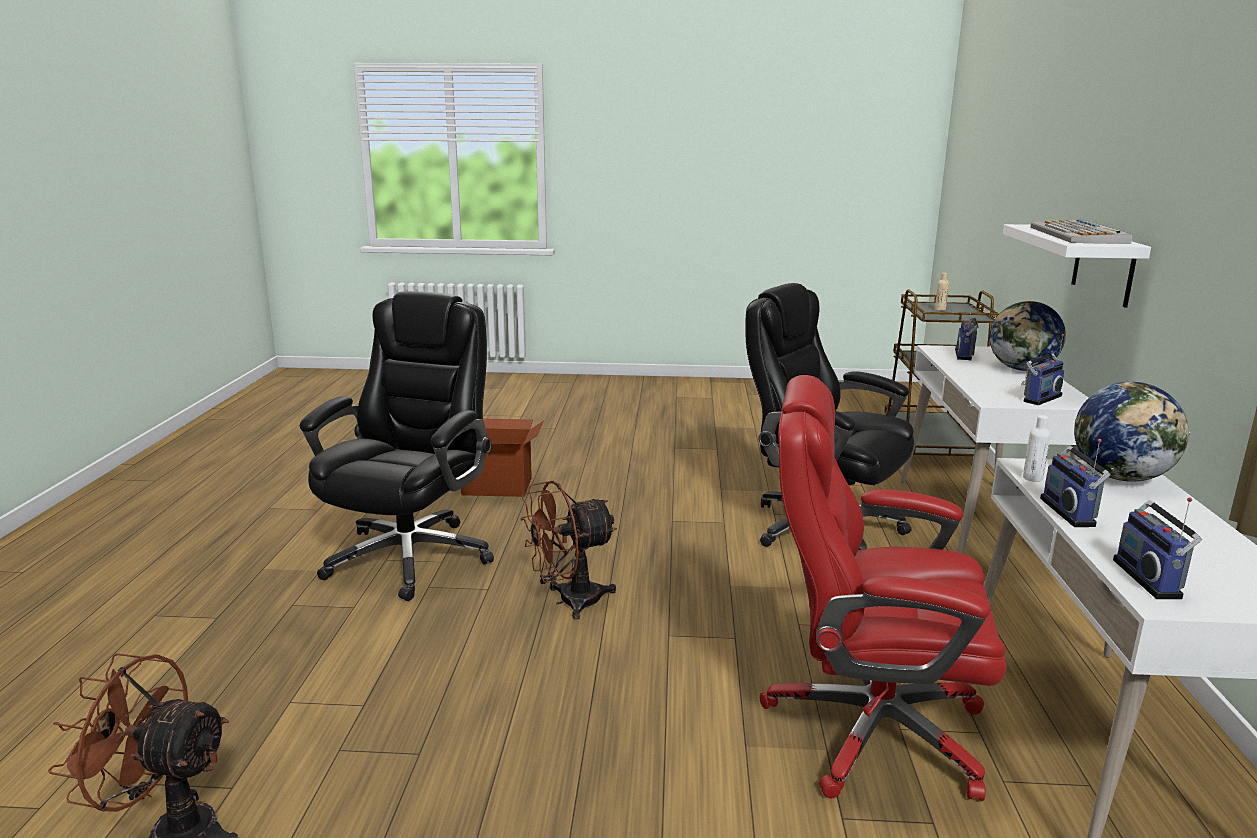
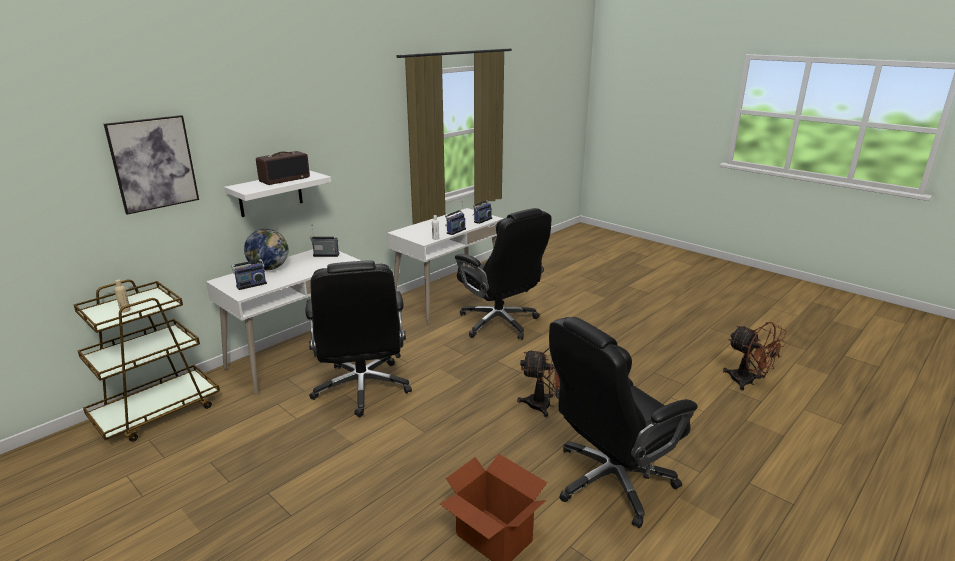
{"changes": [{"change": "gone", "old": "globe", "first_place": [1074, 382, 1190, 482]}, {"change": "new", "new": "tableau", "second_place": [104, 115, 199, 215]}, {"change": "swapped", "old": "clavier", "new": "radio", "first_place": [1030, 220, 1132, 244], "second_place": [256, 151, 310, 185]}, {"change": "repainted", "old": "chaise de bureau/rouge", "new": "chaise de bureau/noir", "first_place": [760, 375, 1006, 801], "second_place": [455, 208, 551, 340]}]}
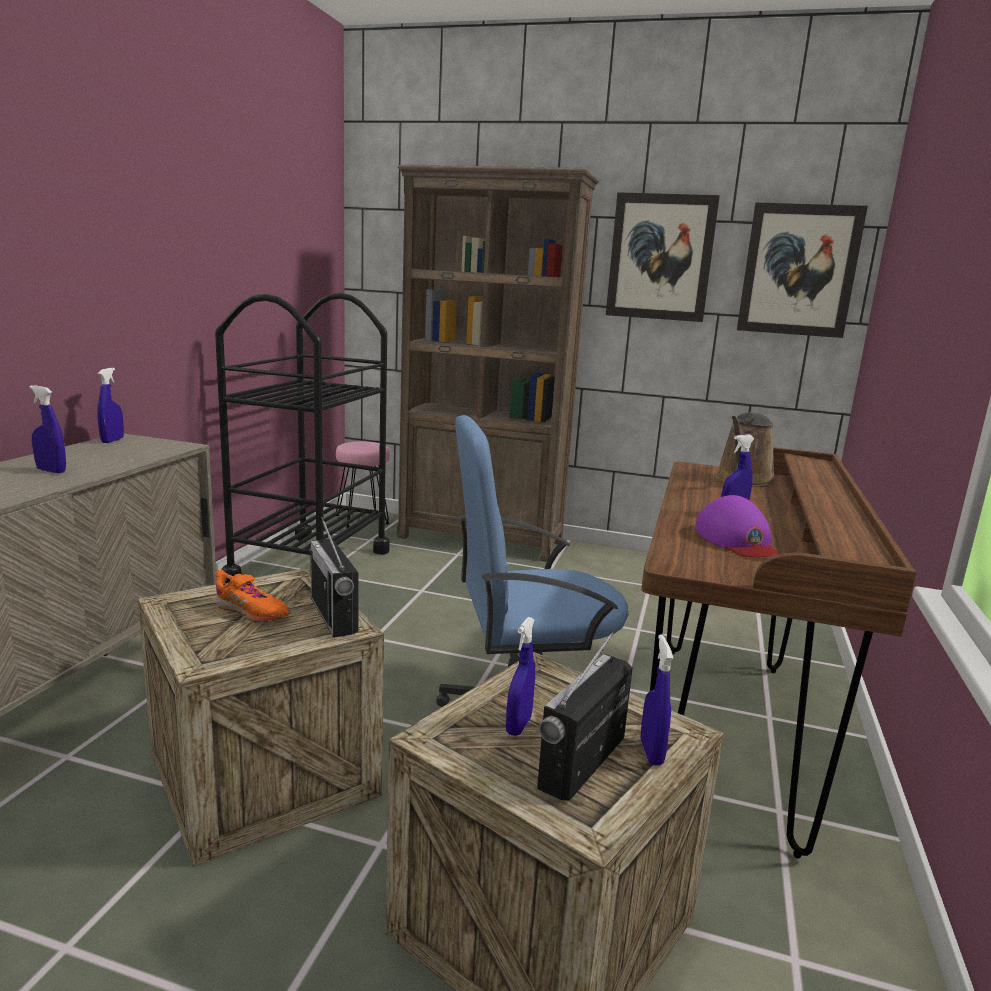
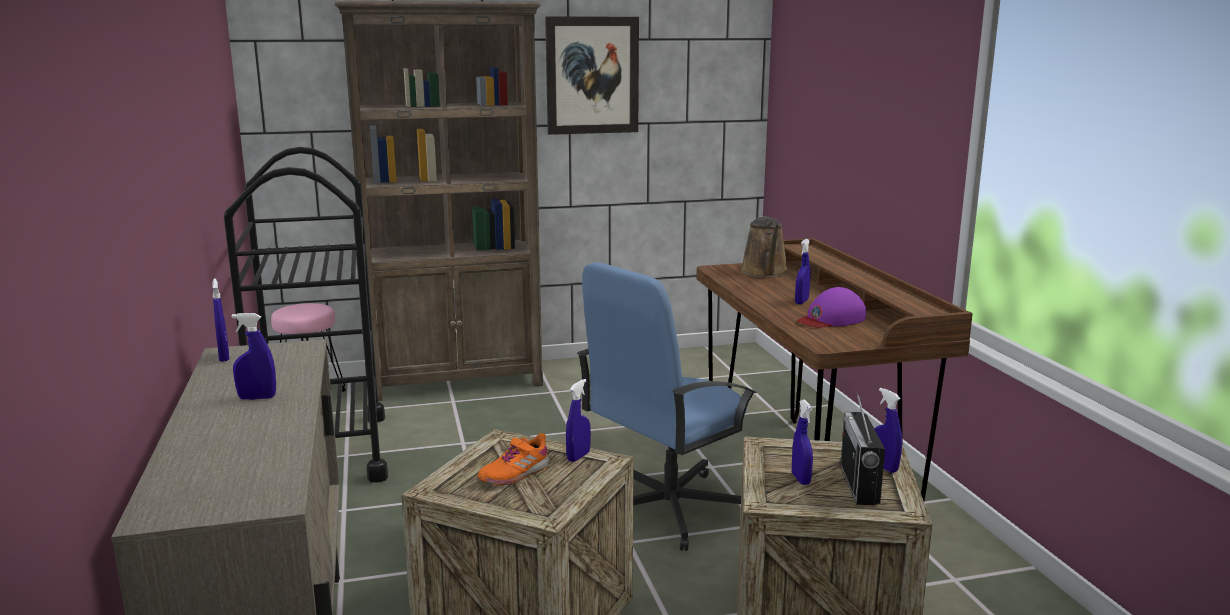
{"changes": [{"change": "gone", "old": "tableau", "first_place": [737, 202, 868, 338]}, {"change": "swapped", "old": "radio", "new": "vaporisateur/bleu", "first_place": [310, 517, 359, 638], "second_place": [566, 379, 591, 462]}, {"change": "rotated", "old": "chaussure/orange", "first_place": [215, 570, 291, 622], "second_place": [477, 433, 550, 486], "degrees": 135}, {"change": "rotated", "old": "casquette/violet", "first_place": [695, 495, 778, 557], "second_place": [797, 287, 866, 328], "degrees": 105}]}
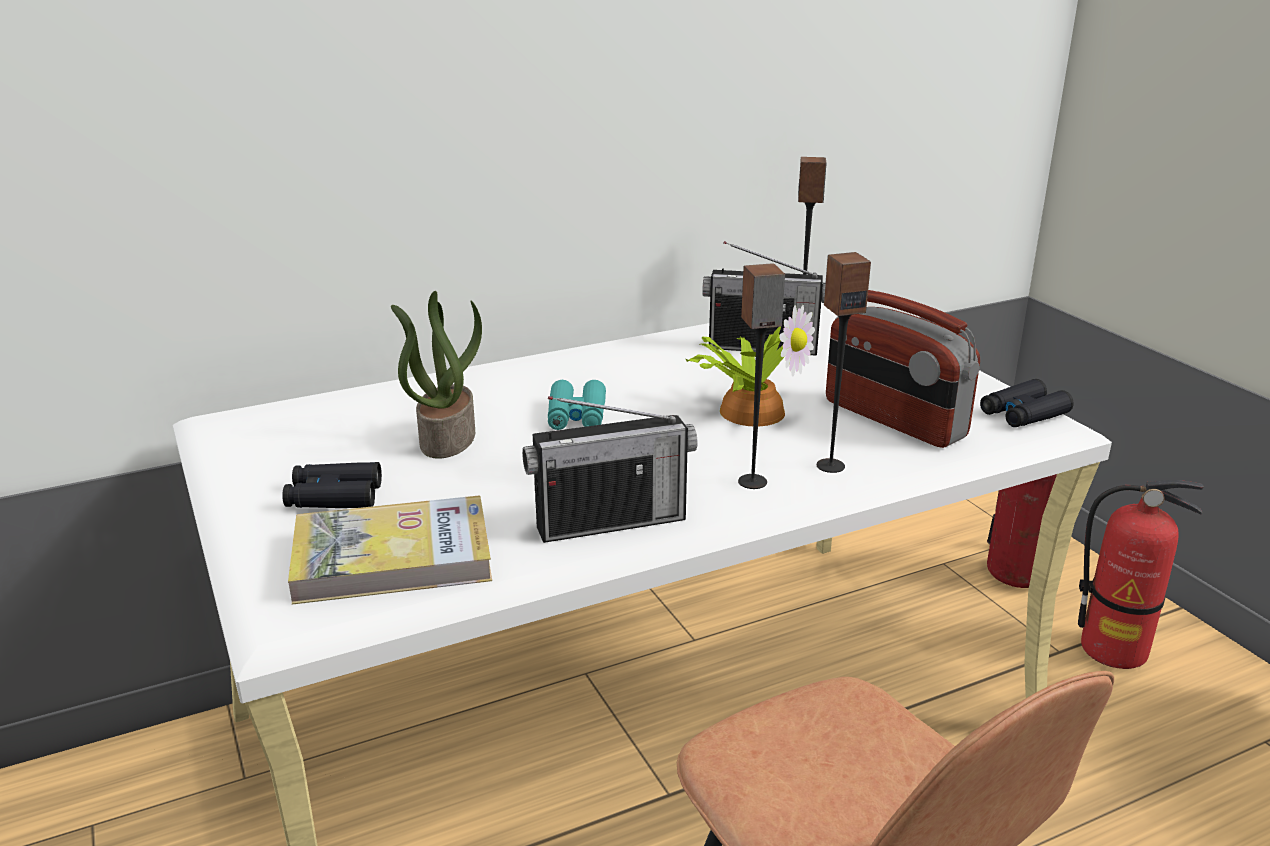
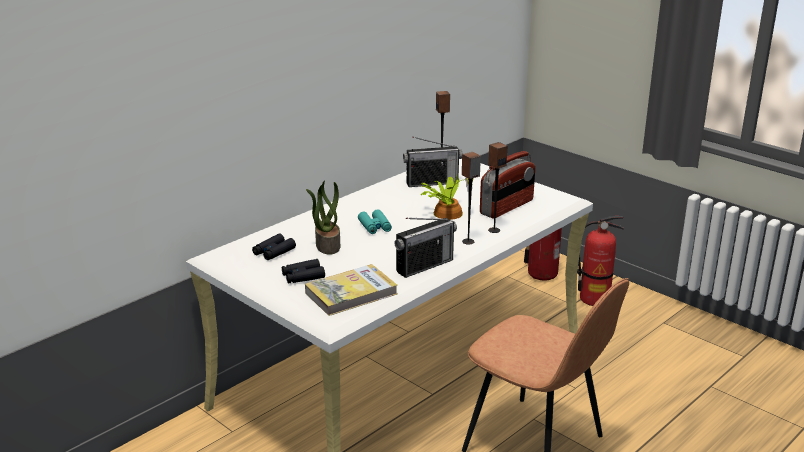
{"changes": [{"change": "shifted", "old": "jumelles/noir", "first_place": [980, 379, 1074, 427], "second_place": [252, 233, 296, 260]}, {"change": "rotated", "old": "radio", "first_place": [826, 290, 980, 448], "second_place": [480, 151, 535, 219], "degrees": -75}]}
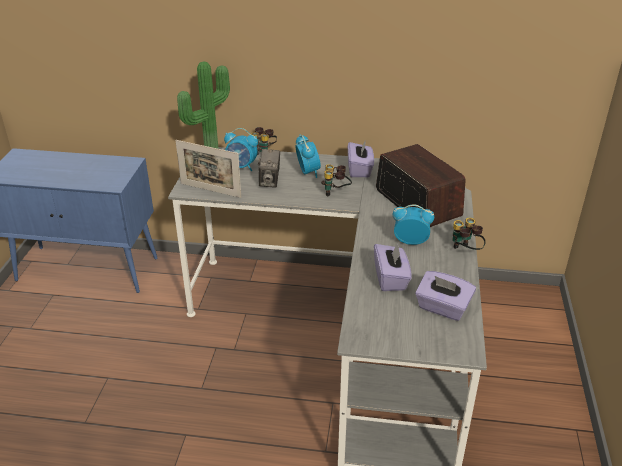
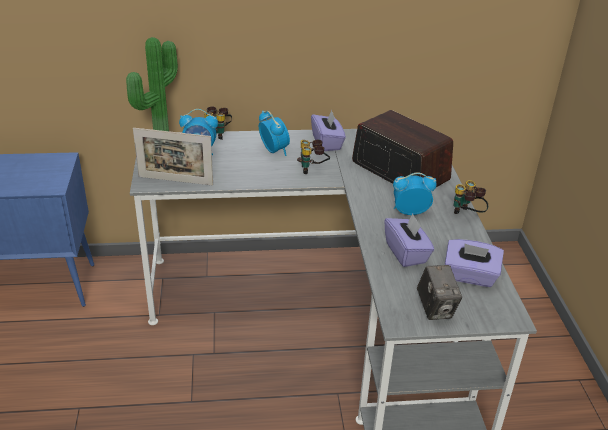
{"changes": [{"change": "shifted", "old": "appareil photo", "first_place": [258, 149, 280, 188], "second_place": [417, 265, 462, 320]}]}
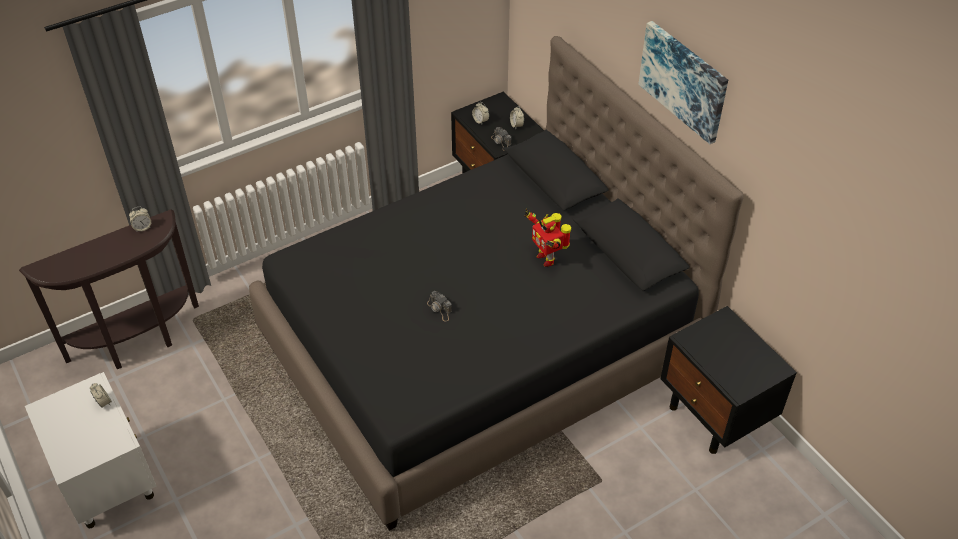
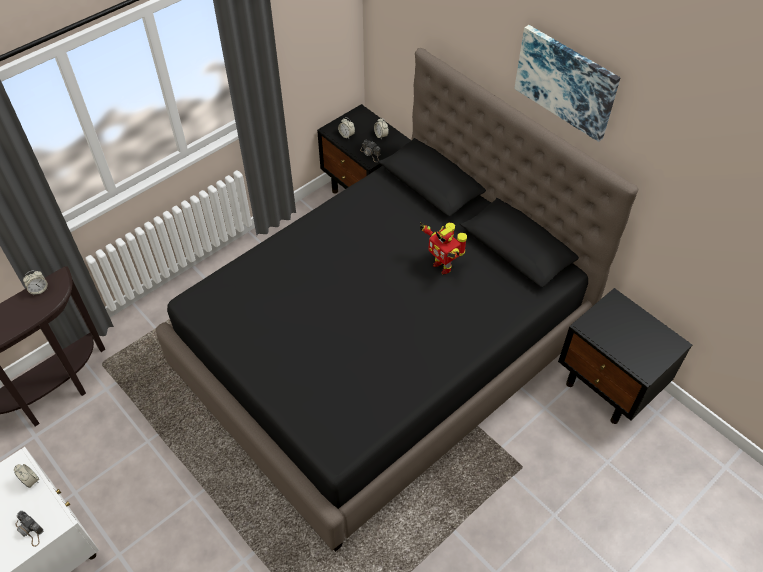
{"changes": [{"change": "shifted", "old": "appareil photo", "first_place": [427, 291, 452, 322], "second_place": [15, 511, 43, 547]}]}
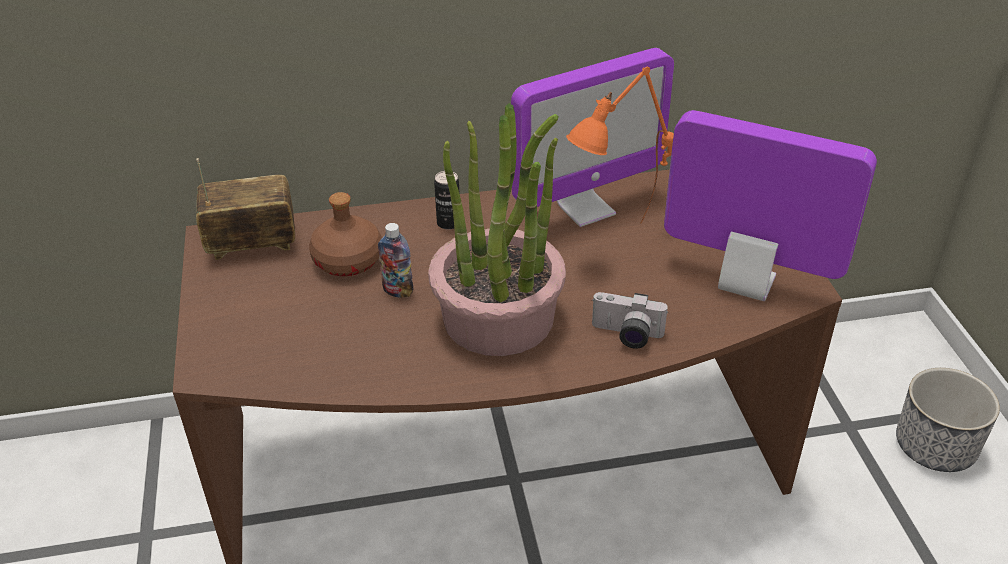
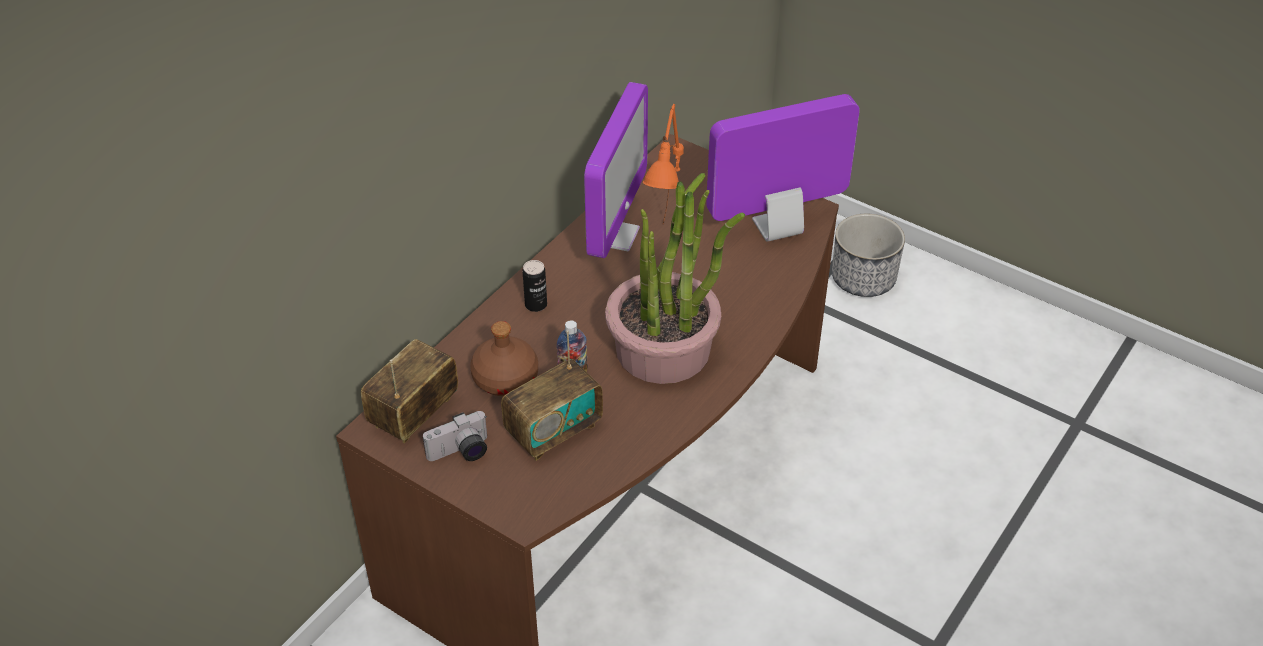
{"changes": [{"change": "new", "new": "radio", "second_place": [501, 330, 603, 461]}, {"change": "shifted", "old": "appareil photo", "first_place": [592, 292, 668, 349], "second_place": [423, 411, 487, 461]}]}
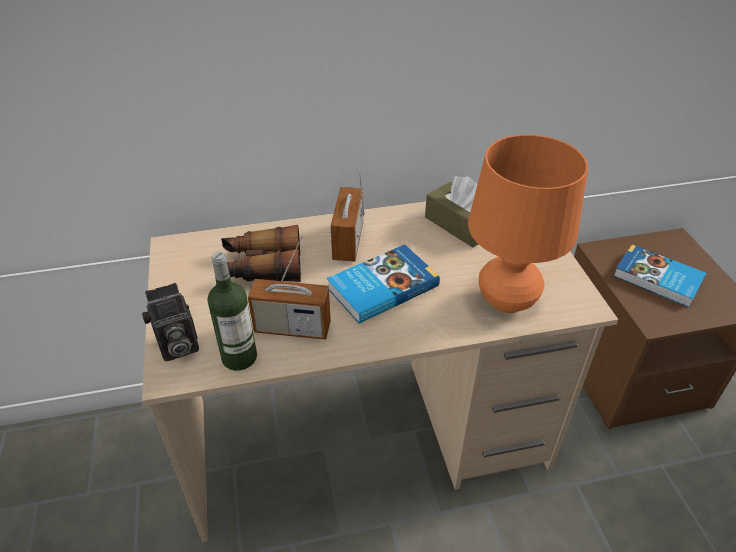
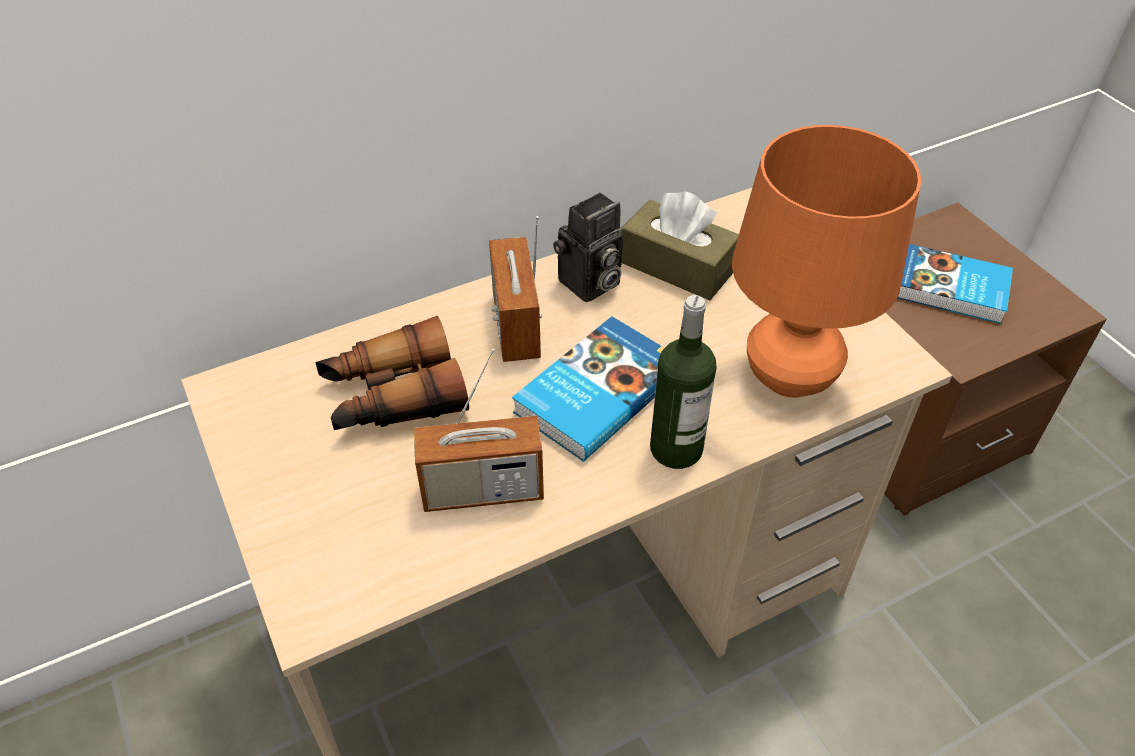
{"changes": [{"change": "shifted", "old": "appareil photo", "first_place": [142, 283, 199, 361], "second_place": [553, 192, 623, 302]}, {"change": "shifted", "old": "bouteille", "first_place": [207, 252, 257, 371], "second_place": [650, 295, 717, 469]}]}
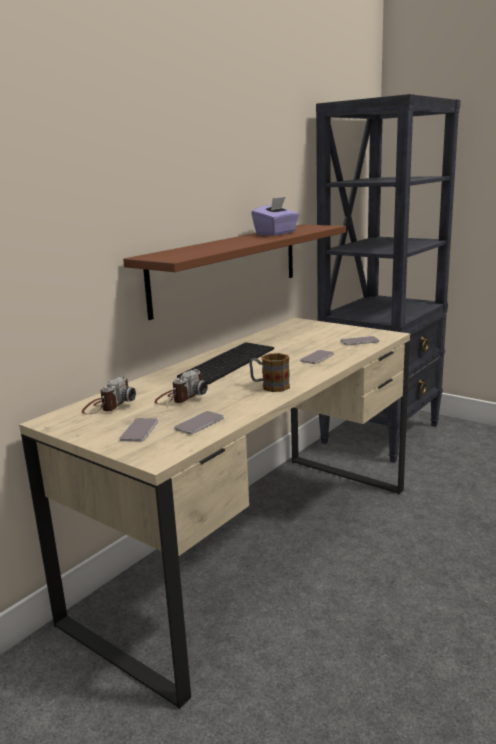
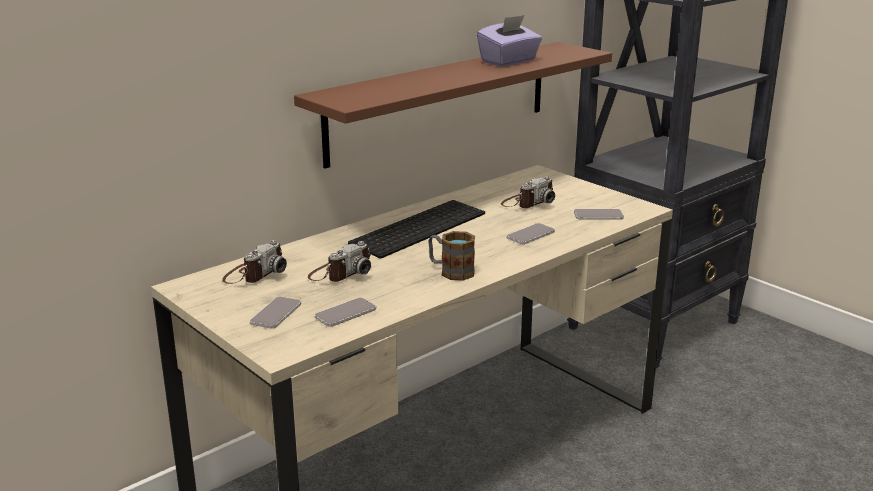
{"changes": [{"change": "new", "new": "appareil photo", "second_place": [501, 176, 555, 208]}]}
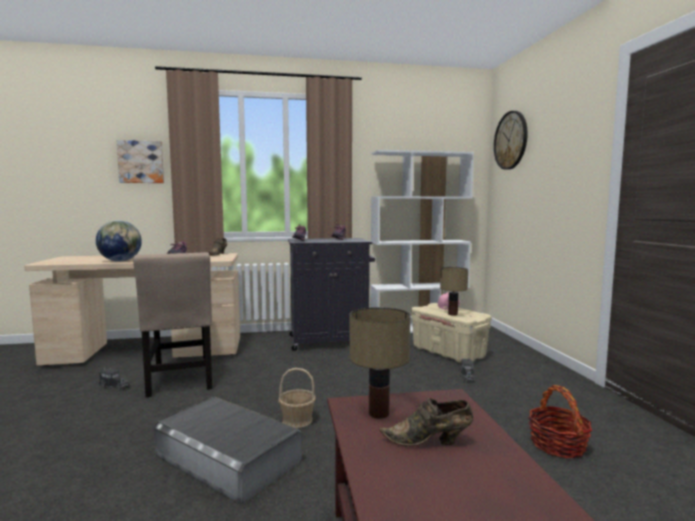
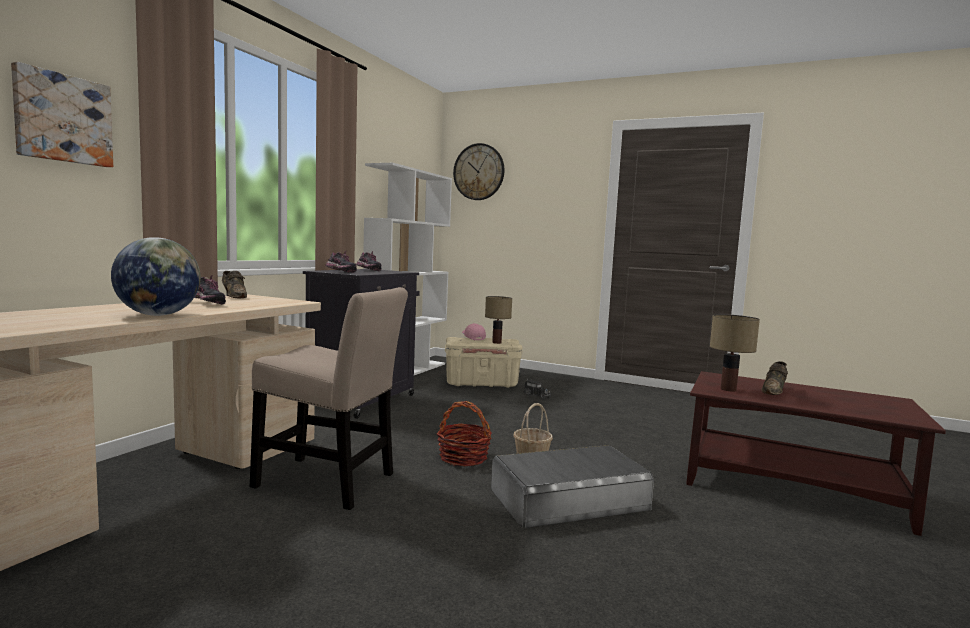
{"changes": [{"change": "gone", "old": "camion jouet", "first_place": [99, 368, 130, 391]}, {"change": "shifted", "old": "panier", "first_place": [528, 385, 592, 458], "second_place": [437, 401, 492, 466]}]}
